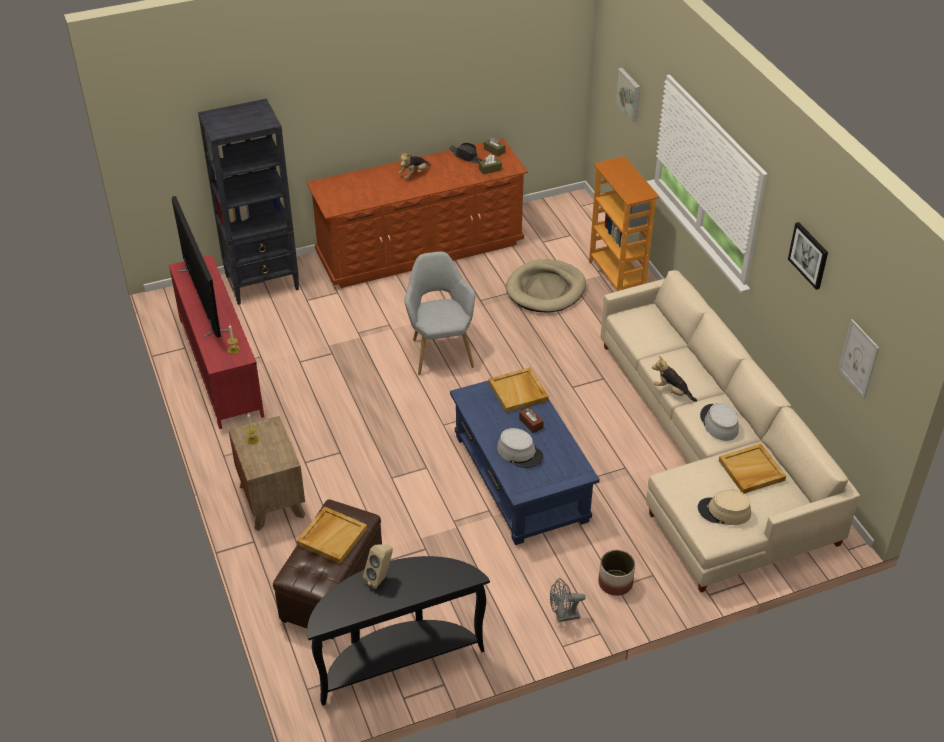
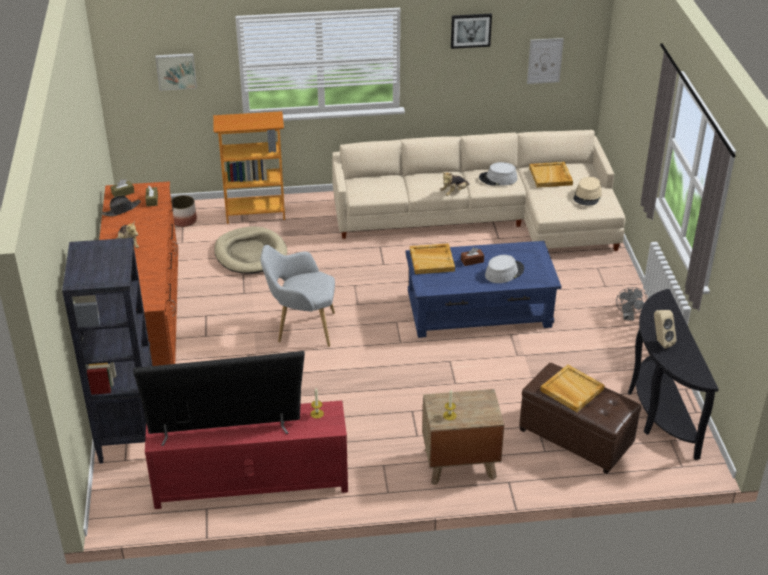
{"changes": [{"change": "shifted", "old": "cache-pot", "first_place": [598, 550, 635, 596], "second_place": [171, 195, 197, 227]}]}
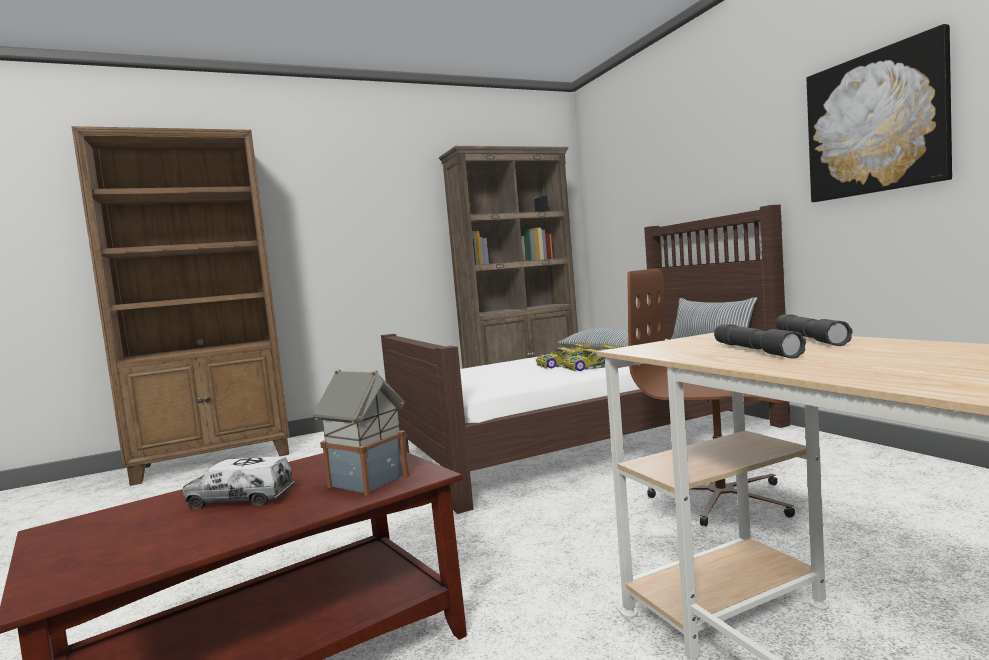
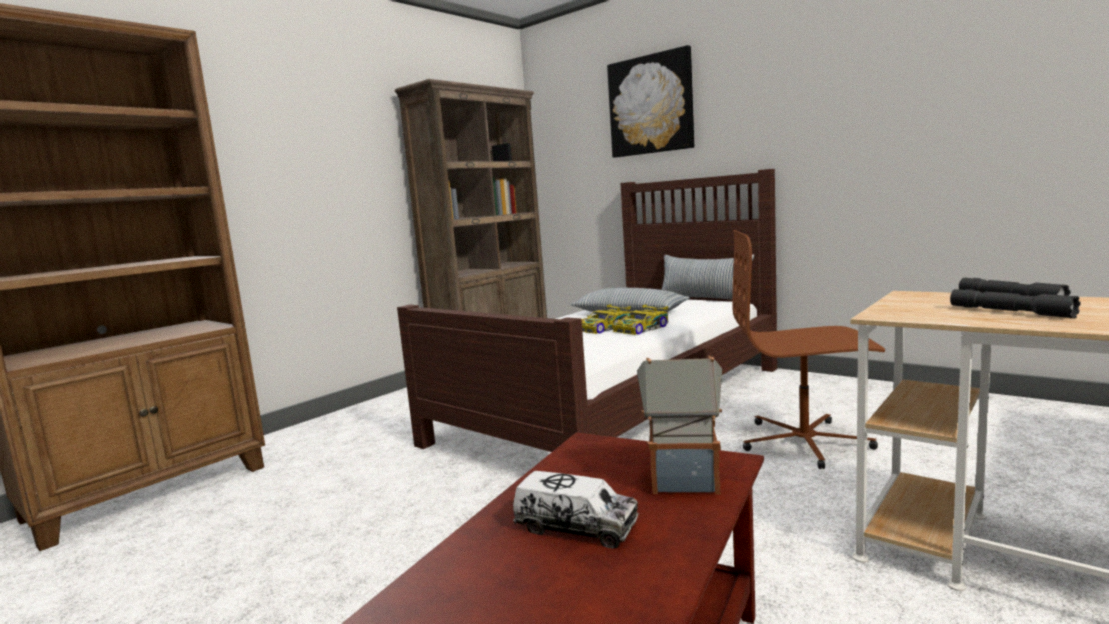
{"changes": [{"change": "shifted", "old": "tableau", "first_place": [806, 24, 952, 202], "second_place": [607, 45, 694, 158]}, {"change": "rotated", "old": "camion jouet", "first_place": [183, 456, 294, 509], "second_place": [513, 471, 638, 548], "degrees": -135}]}
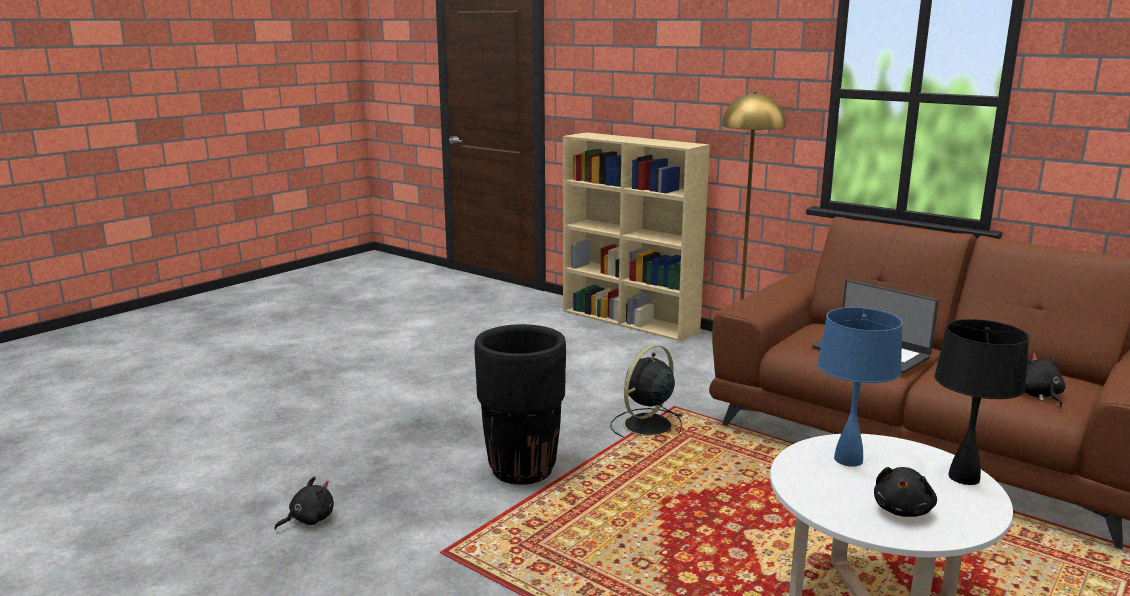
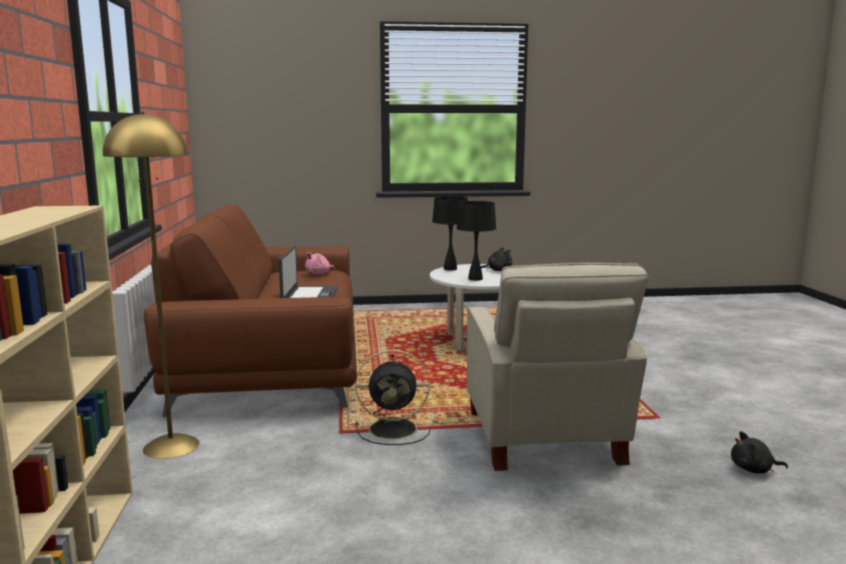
{"changes": [{"change": "swapped", "old": "cache-pot/noir", "new": "fauteuil/beige", "first_place": [475, 324, 566, 485], "second_place": [467, 263, 649, 471]}, {"change": "repainted", "old": "lampe de table/bleu", "new": "lampe de table/noir", "first_place": [818, 307, 903, 467], "second_place": [456, 201, 496, 281]}, {"change": "repainted", "old": "peluche/noir", "new": "peluche/rose", "first_place": [1025, 353, 1066, 407], "second_place": [305, 252, 335, 274]}]}
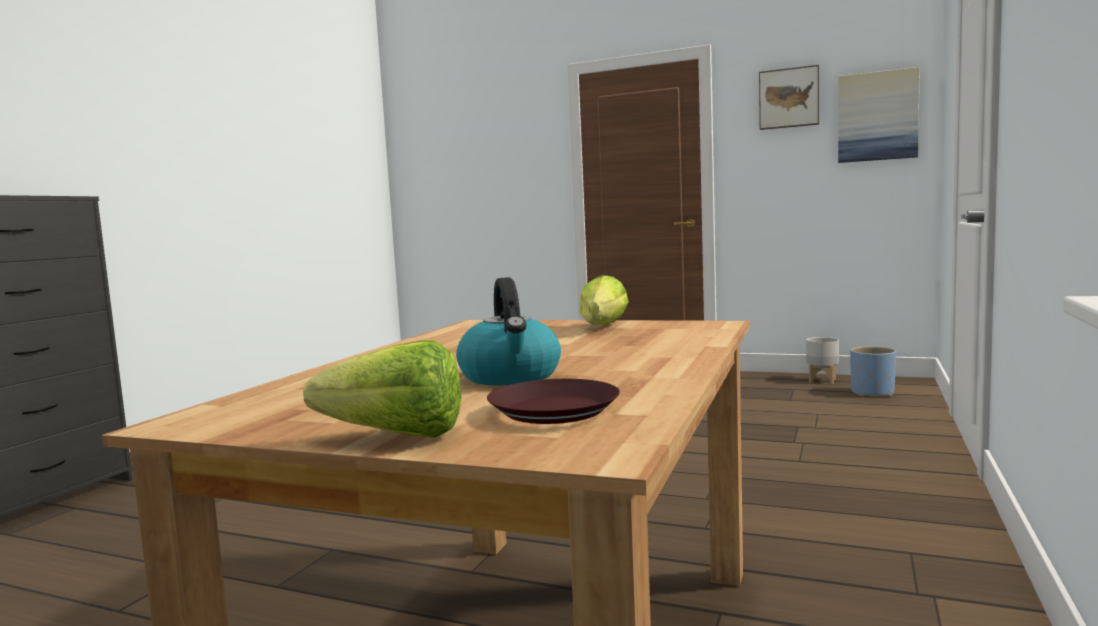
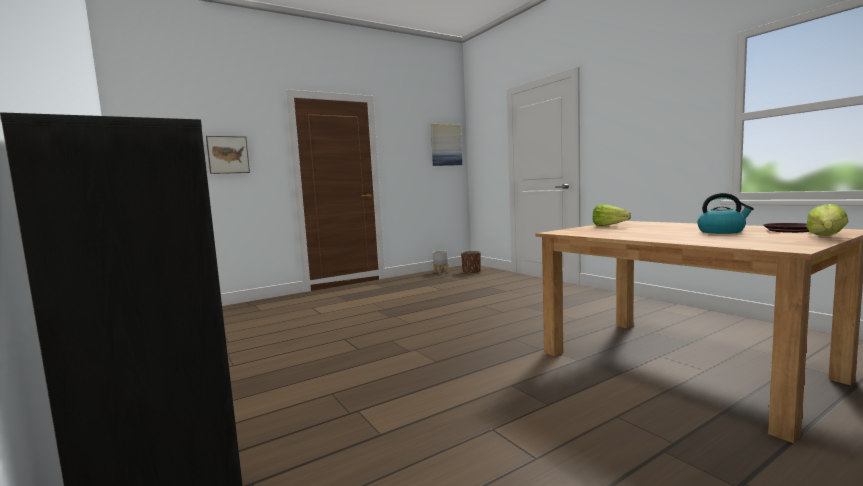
{"changes": [{"change": "shifted", "old": "tableau", "first_place": [759, 65, 819, 130], "second_place": [206, 136, 250, 174]}, {"change": "repainted", "old": "cache-pot/bleu", "new": "cache-pot/marron", "first_place": [850, 346, 896, 397], "second_place": [461, 251, 481, 274]}]}
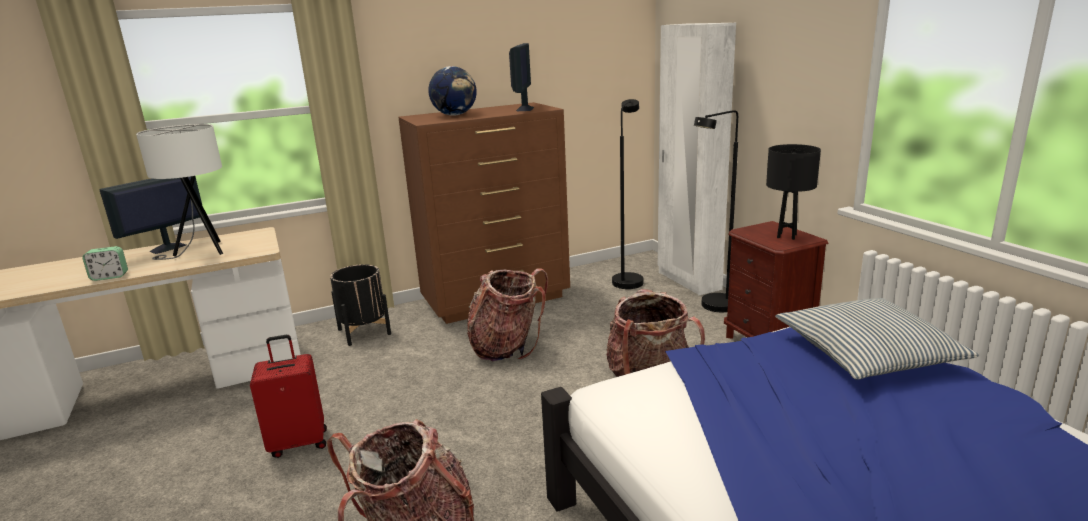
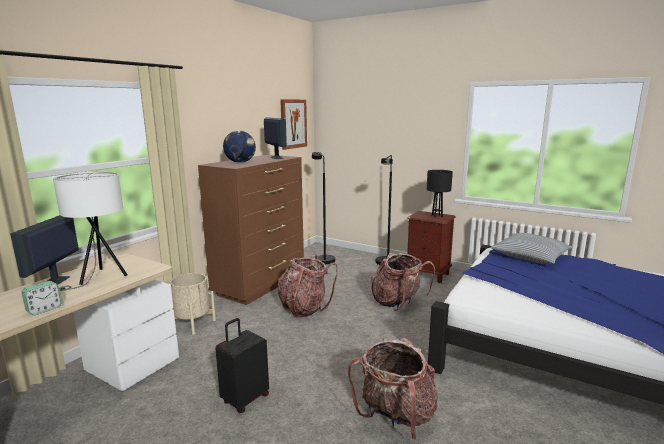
{"changes": [{"change": "gone", "old": "armoire/blanc", "first_place": [658, 23, 736, 295]}, {"change": "new", "new": "tableau", "second_place": [280, 99, 307, 150]}, {"change": "repainted", "old": "valise/rouge", "new": "valise/noir", "first_place": [250, 335, 327, 458], "second_place": [215, 318, 269, 413]}, {"change": "repainted", "old": "cache-pot/noir", "new": "cache-pot/beige", "first_place": [330, 264, 391, 346], "second_place": [170, 273, 216, 335]}]}
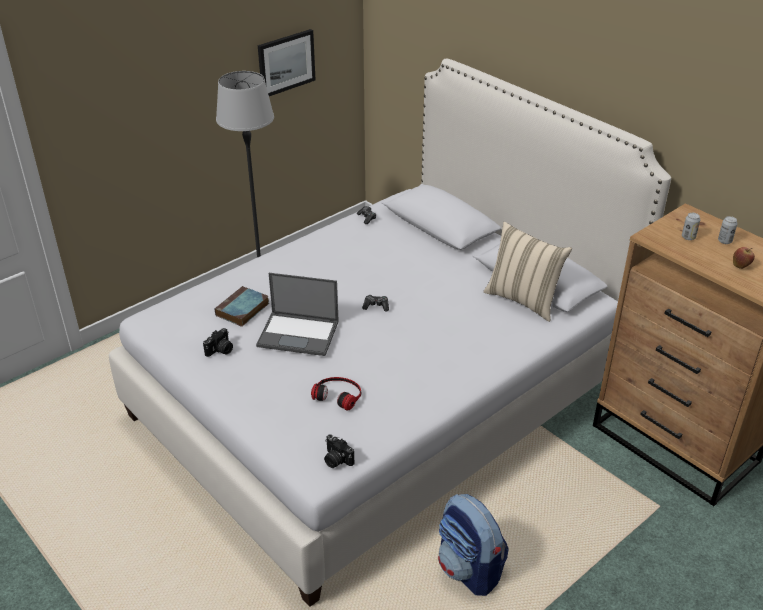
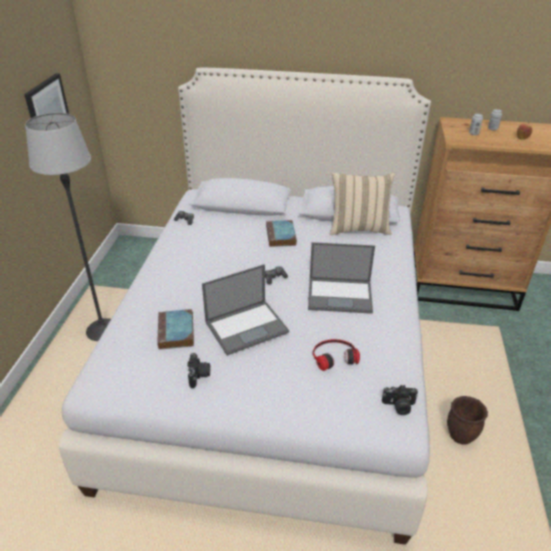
{"changes": [{"change": "new", "new": "livre", "second_place": [266, 220, 297, 247]}, {"change": "new", "new": "ordinateur portable", "second_place": [308, 242, 375, 314]}, {"change": "swapped", "old": "sac à dos", "new": "cache-pot/marron", "first_place": [438, 494, 509, 596], "second_place": [447, 396, 488, 445]}]}
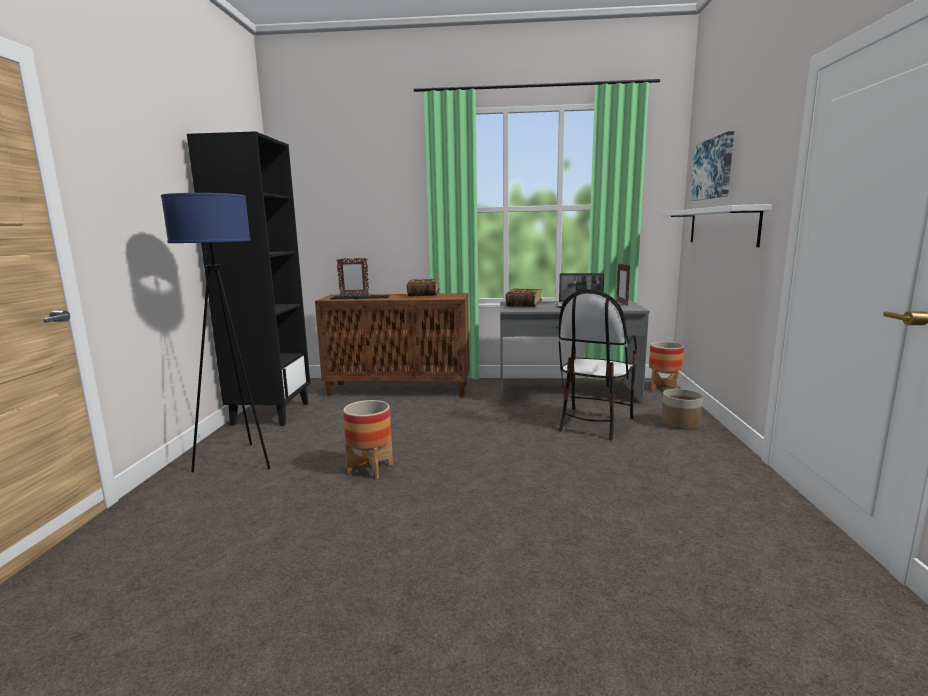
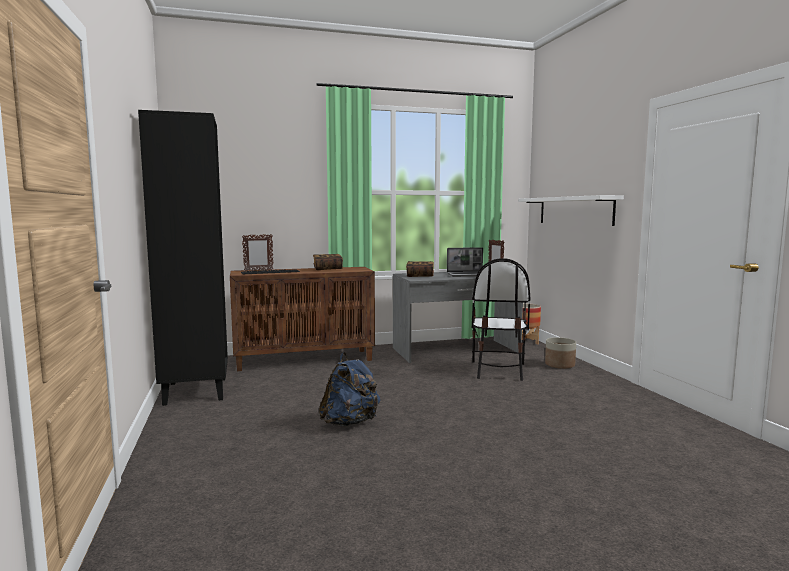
{"changes": [{"change": "gone", "old": "lampadaire/bleu", "first_place": [161, 193, 271, 472]}, {"change": "gone", "old": "tableau", "first_place": [689, 131, 734, 201]}, {"change": "swapped", "old": "cache-pot", "new": "sac à dos/bleu", "first_place": [343, 400, 393, 479], "second_place": [319, 352, 381, 426]}]}
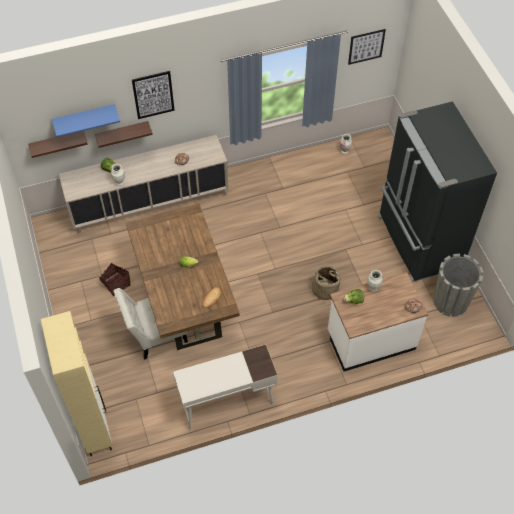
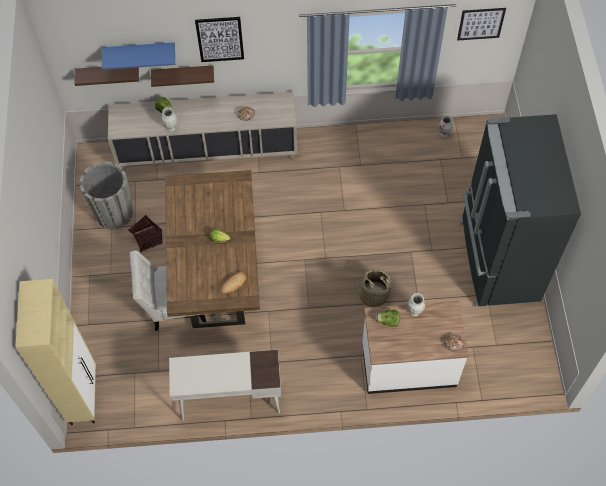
{"changes": [{"change": "shifted", "old": "cache-pot/gris", "first_place": [433, 253, 484, 317], "second_place": [79, 161, 133, 230]}]}
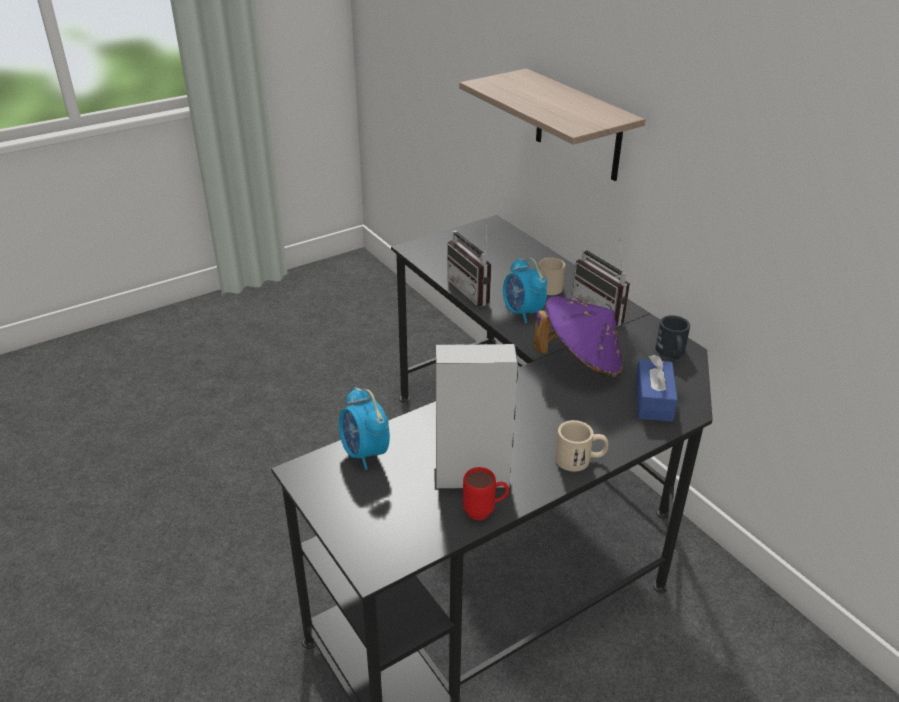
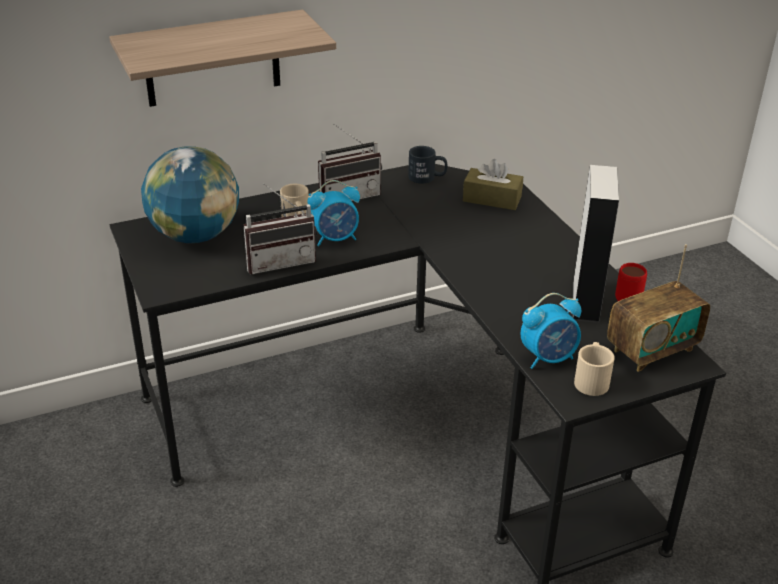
{"changes": [{"change": "gone", "old": "chapeau/violet", "first_place": [533, 296, 623, 378]}, {"change": "new", "new": "globe", "second_place": [141, 147, 239, 243]}, {"change": "new", "new": "radio", "second_place": [607, 244, 710, 372]}, {"change": "shifted", "old": "mug/beige", "first_place": [555, 420, 608, 472], "second_place": [574, 342, 615, 396]}, {"change": "repainted", "old": "boîte à mouchoirs/bleu", "new": "boîte à mouchoirs/marron", "first_place": [635, 355, 678, 422], "second_place": [463, 159, 523, 210]}]}
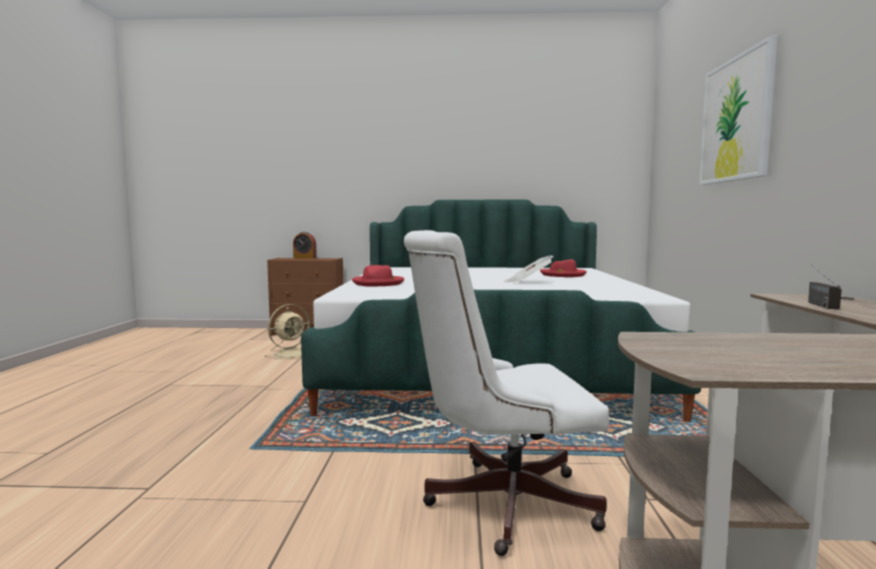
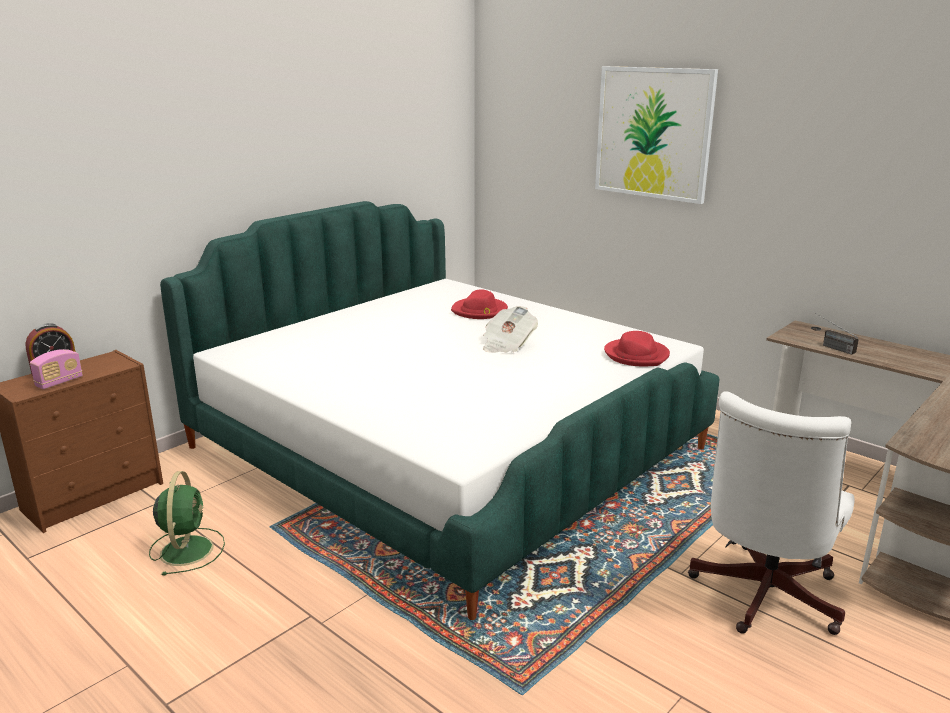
{"changes": [{"change": "new", "new": "radio", "second_place": [30, 349, 83, 389]}, {"change": "shifted", "old": "chapeau/rouge", "first_place": [352, 265, 404, 286], "second_place": [604, 331, 670, 366]}, {"change": "repainted", "old": "ventilateur/beige", "new": "ventilateur/vert", "first_place": [265, 304, 310, 359], "second_place": [149, 471, 225, 575]}]}
